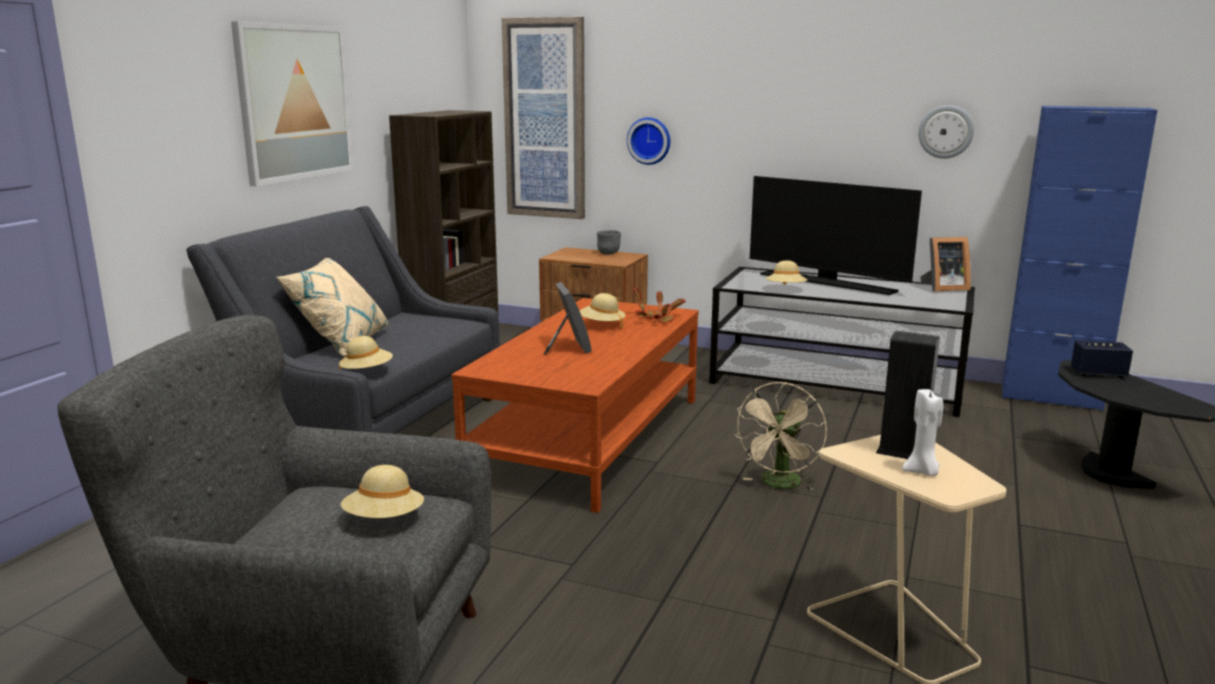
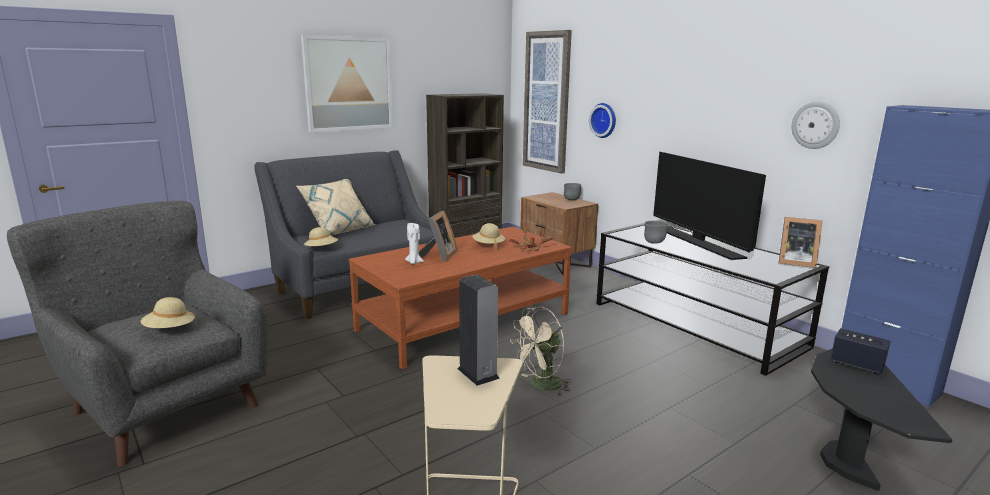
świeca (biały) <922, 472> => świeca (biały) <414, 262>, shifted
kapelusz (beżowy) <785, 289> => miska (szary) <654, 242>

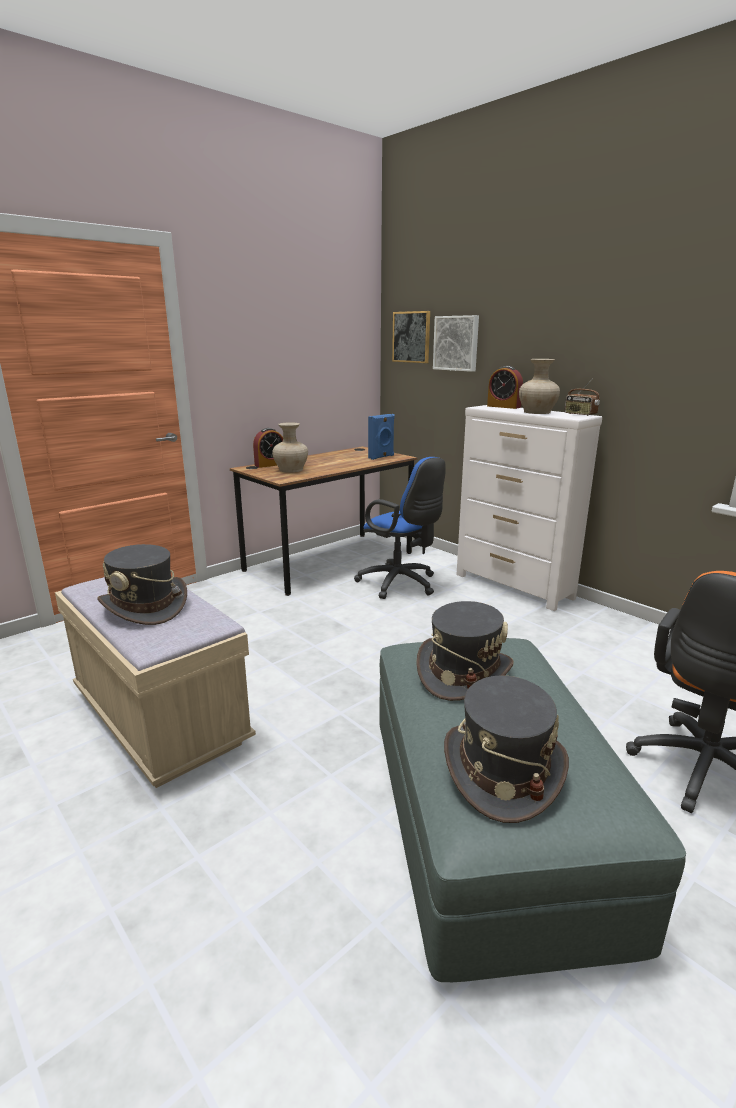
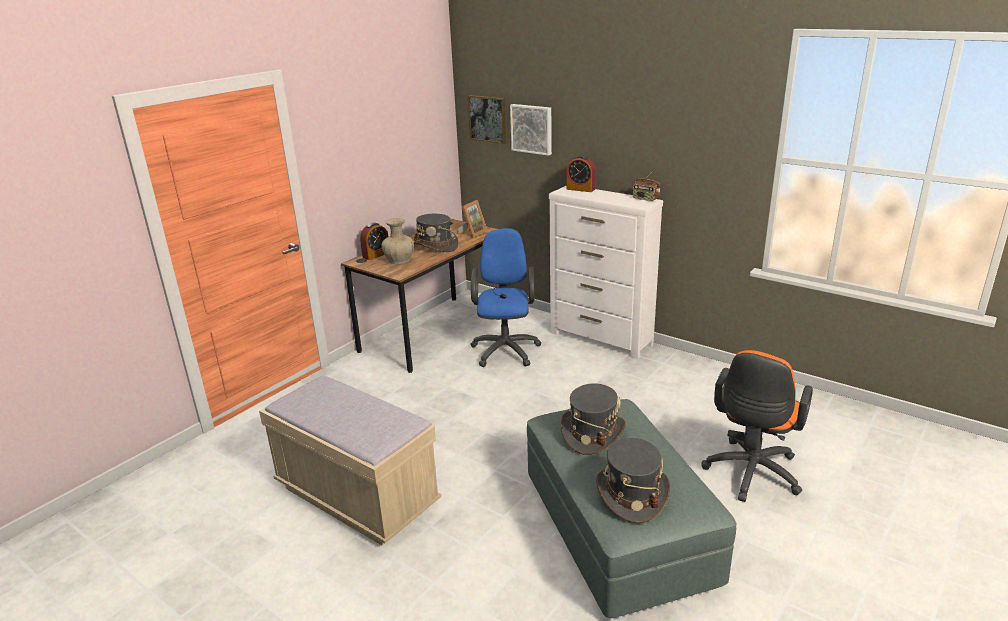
kapelusz (szary) <145, 606> => kapelusz (szary) <435, 246>, shifted
głośnik (niebieski) <381, 457> => ramka na zdjęcie <472, 233>
krzesło biurowe (niebieski) <401, 584> => krzesło biurowe (niebieski) <506, 349>, 120 degrees counterclockwise
wazon (beżowy) <536, 412> => nothing

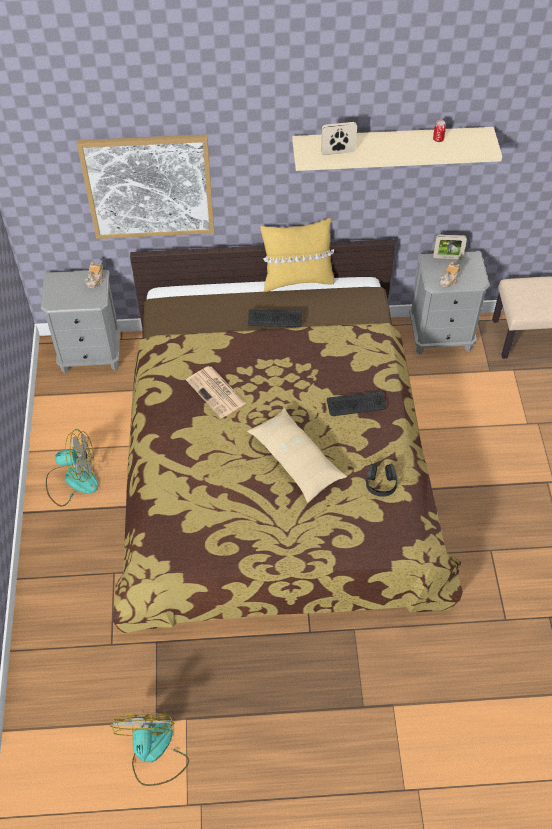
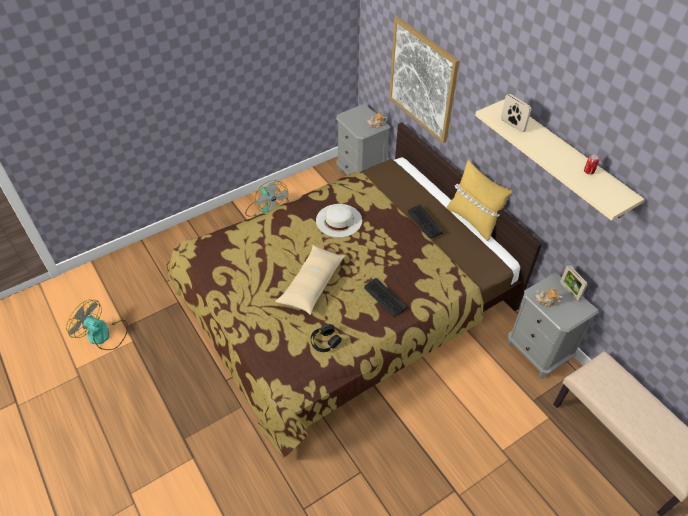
wentylator <153, 753> => wentylator <104, 335>, 120 degrees counterclockwise
gazeta <217, 392> => kapelusz (biały) <338, 220>

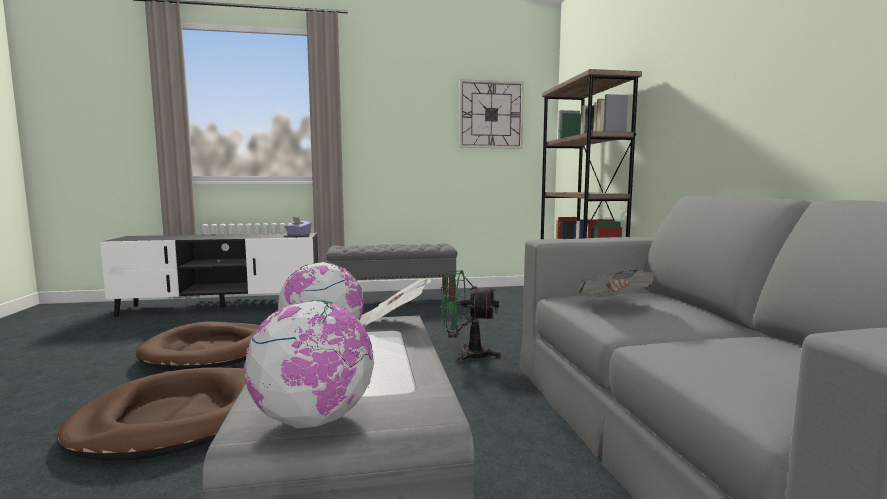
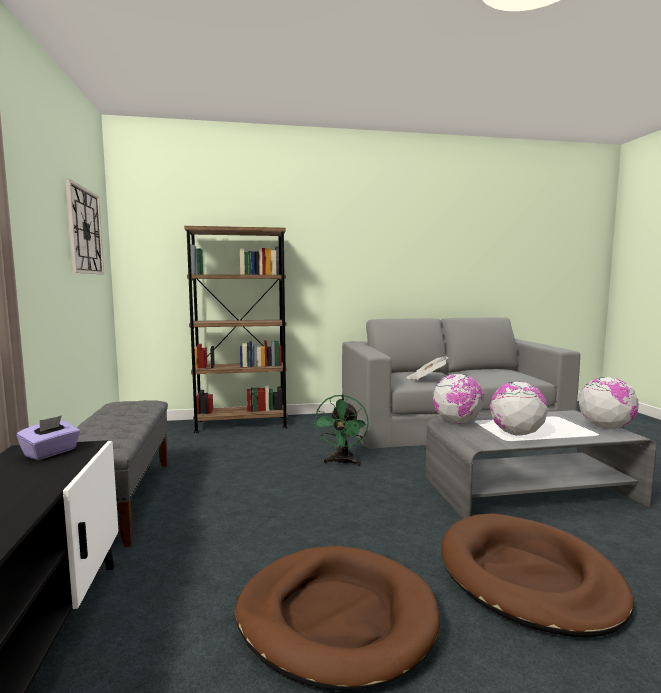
gazeta <391, 322> => globus <457, 422>

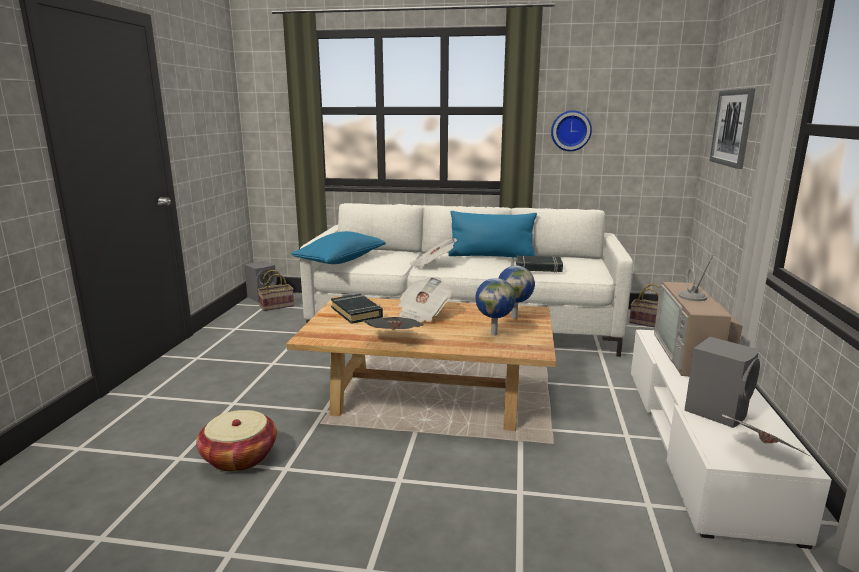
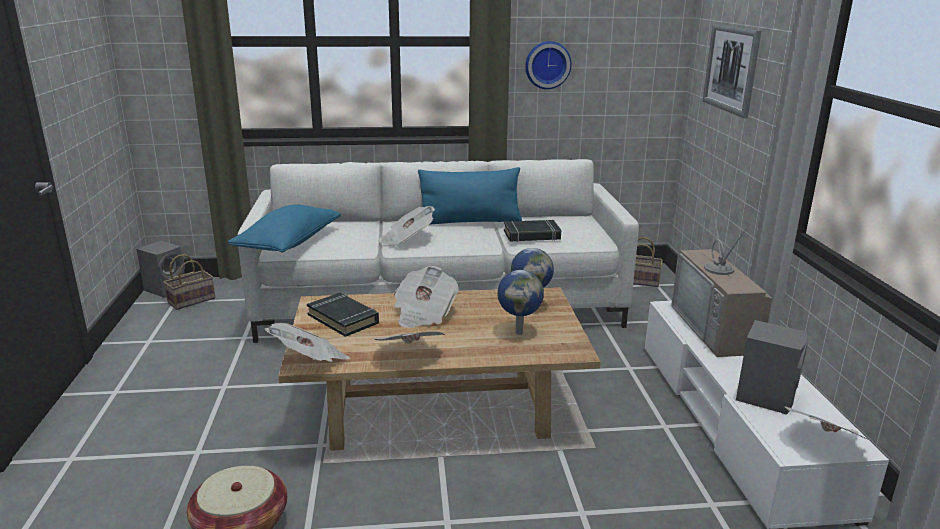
nothing => gazeta <310, 361>

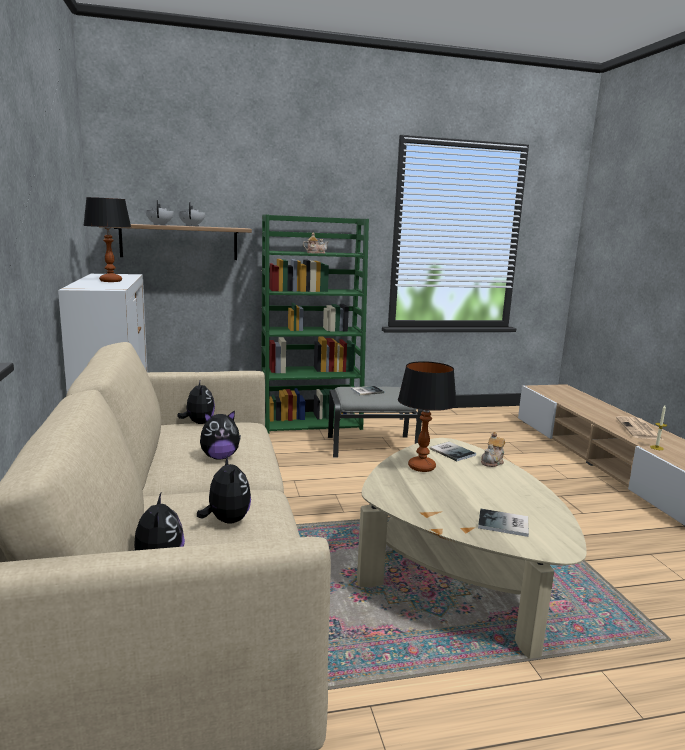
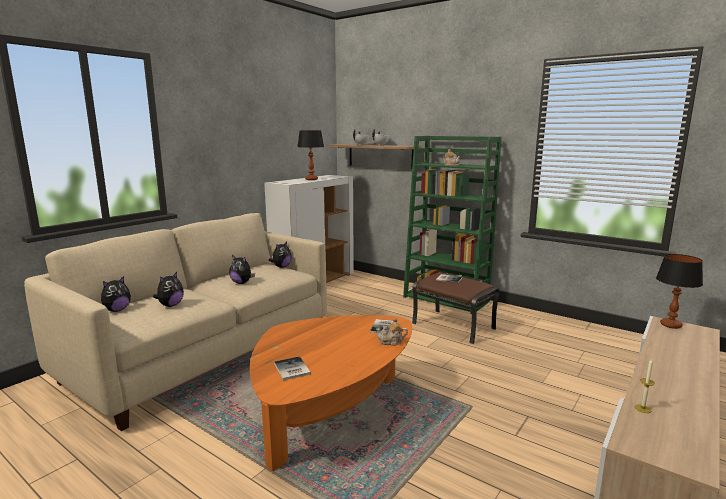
ława (beżowy) <457, 574> => ława (pomarańczowy) <331, 412>
pufa (szary) <372, 446> => pufa (brązowy) <454, 326>
lampa stołowa <422, 467> => lampa stołowa <671, 325>, shifted
gazeta <639, 429> => nothing

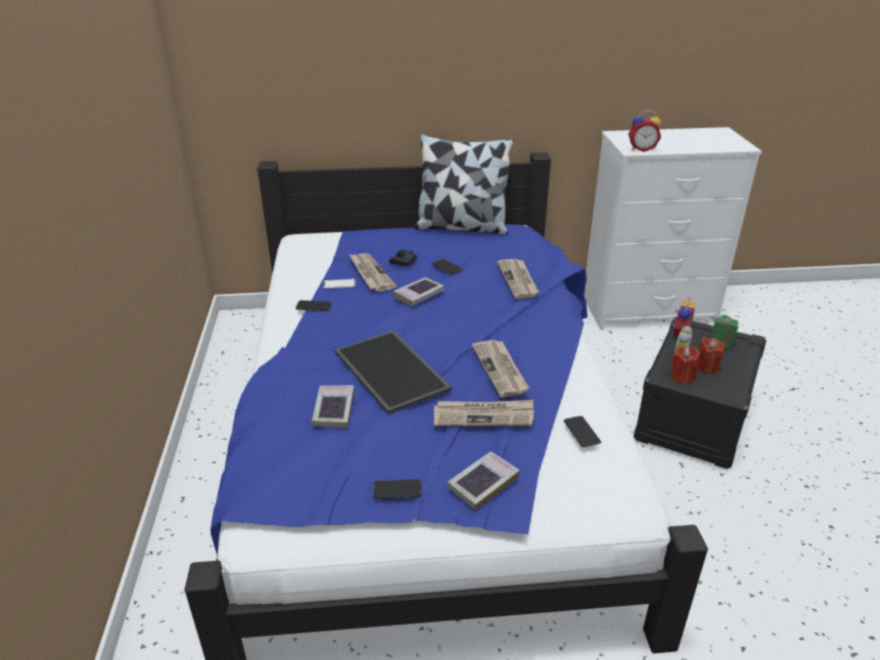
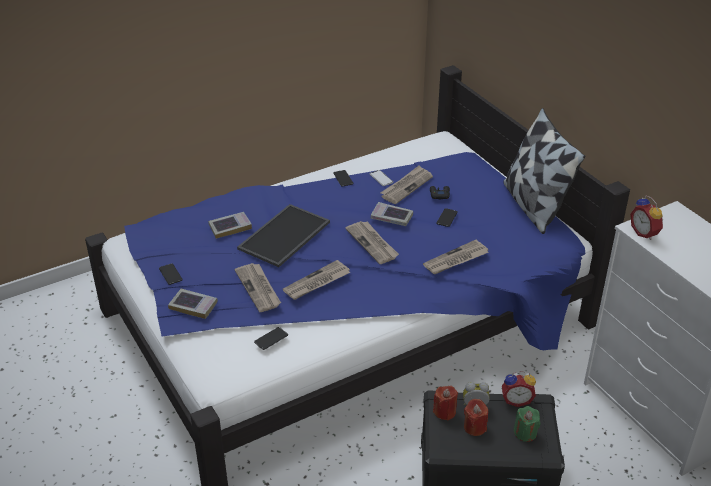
nothing => gazeta <373, 243>

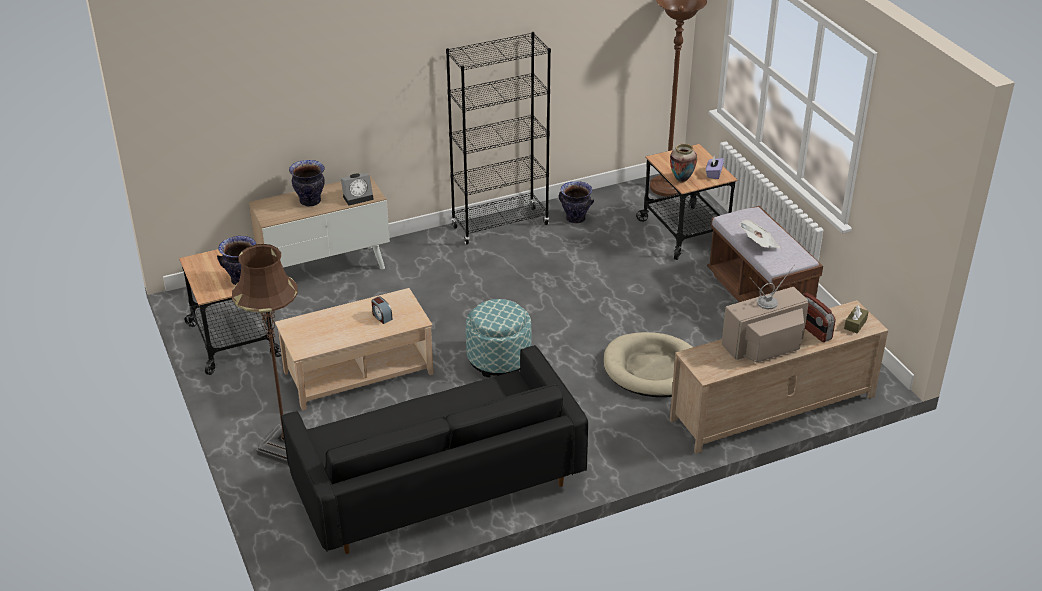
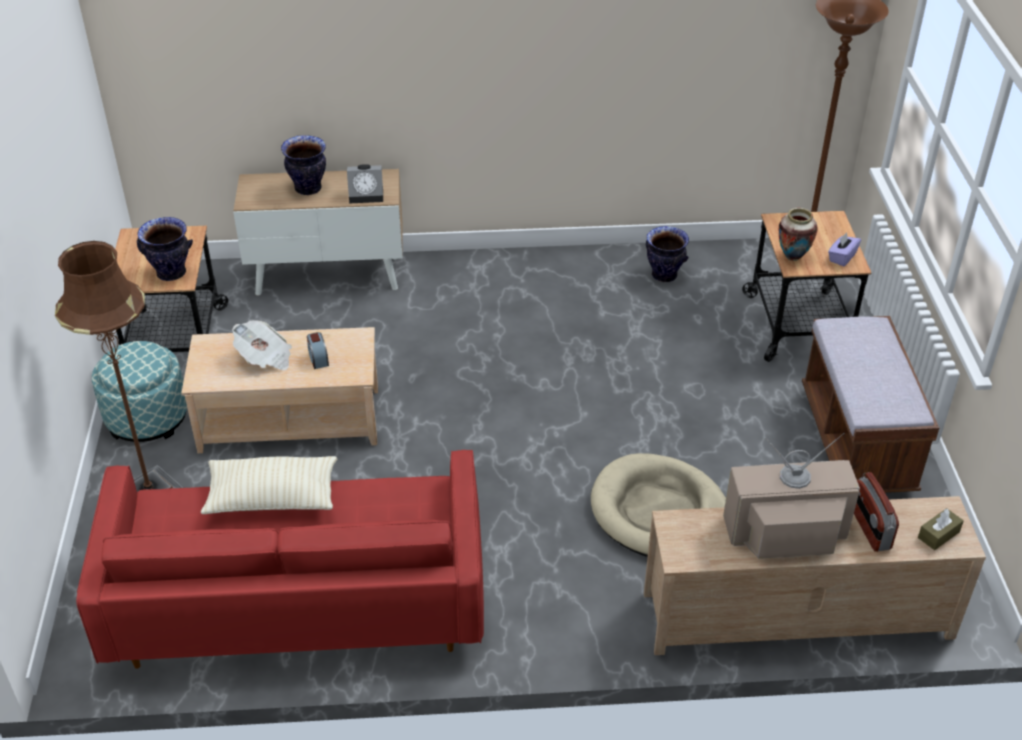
kanapa (czarny) <437, 482> => kanapa (czerwony) <298, 599>
pufa <499, 359> => pufa <147, 417>, shifted
nothing => poduszka (beżowy) <272, 498>
gazeta <758, 244> => gazeta <265, 358>, shifted
regał (czarny) <500, 226> => nothing

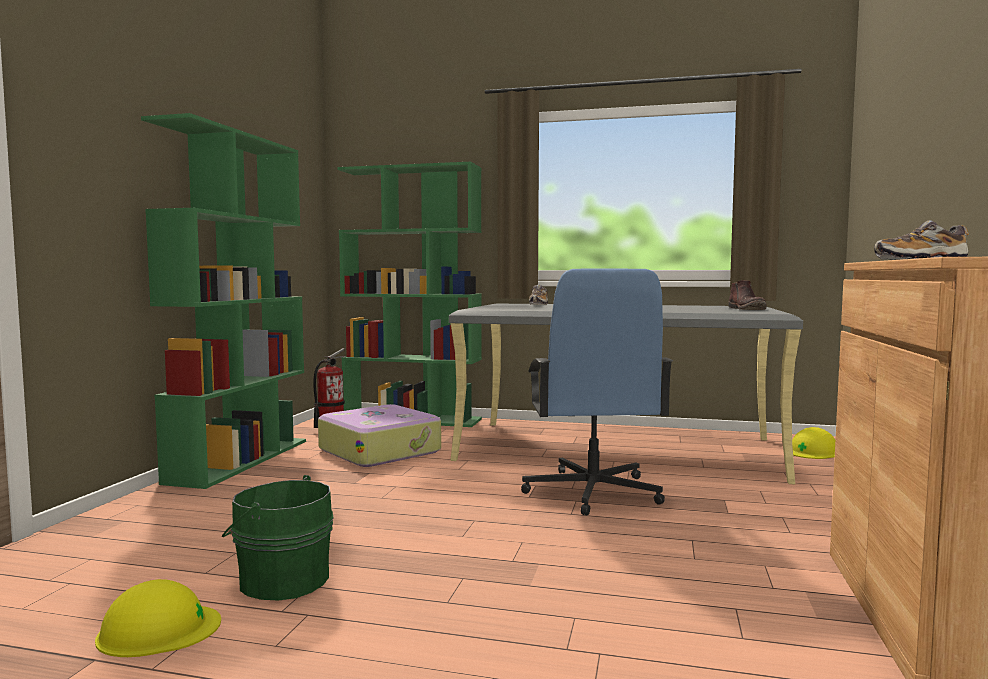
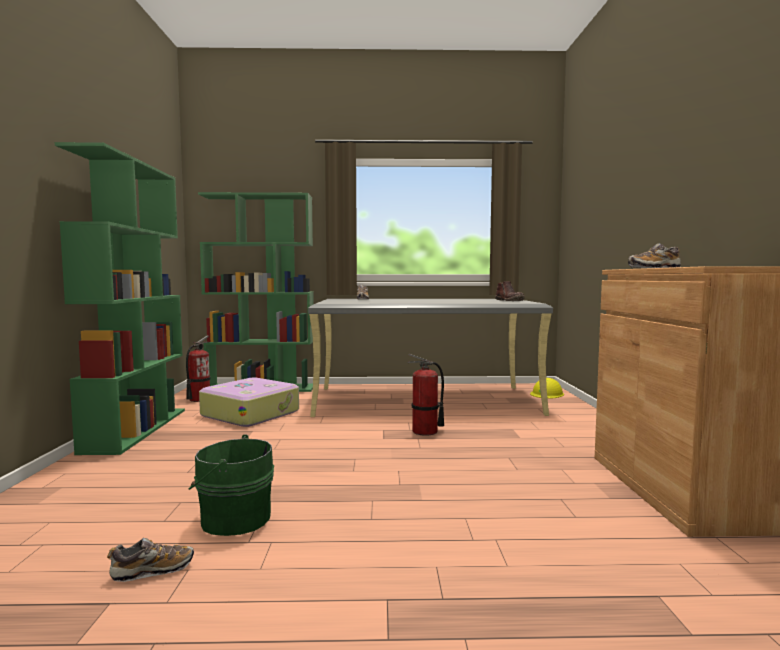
kask (żółty) <158, 630> => but <152, 571>
krzesło biurowe (niebieski) <592, 492> => gaśnica <425, 431>

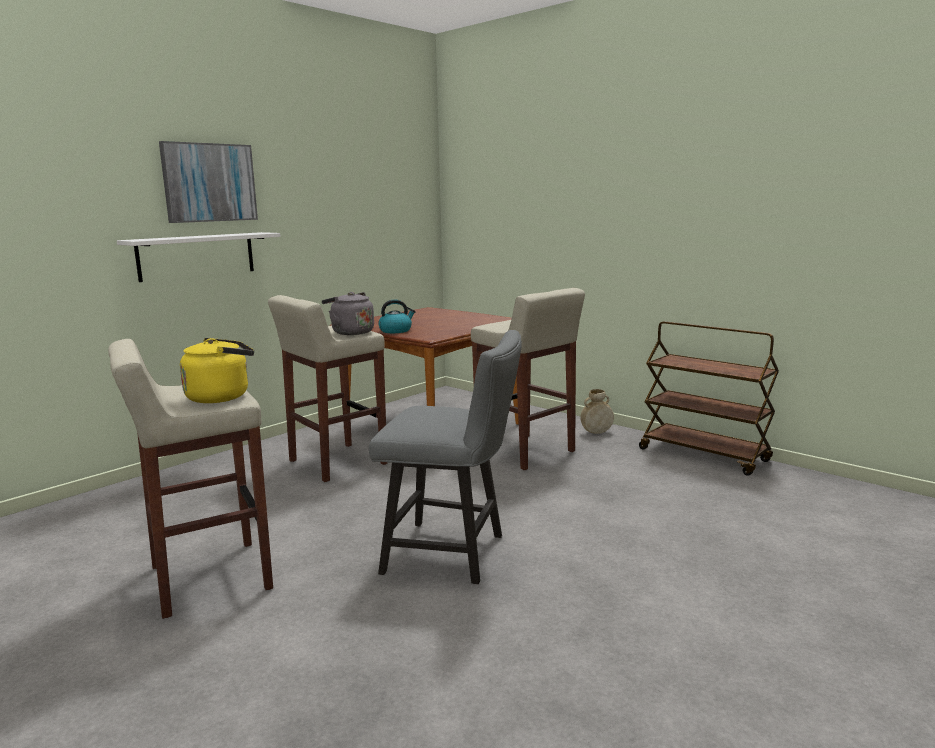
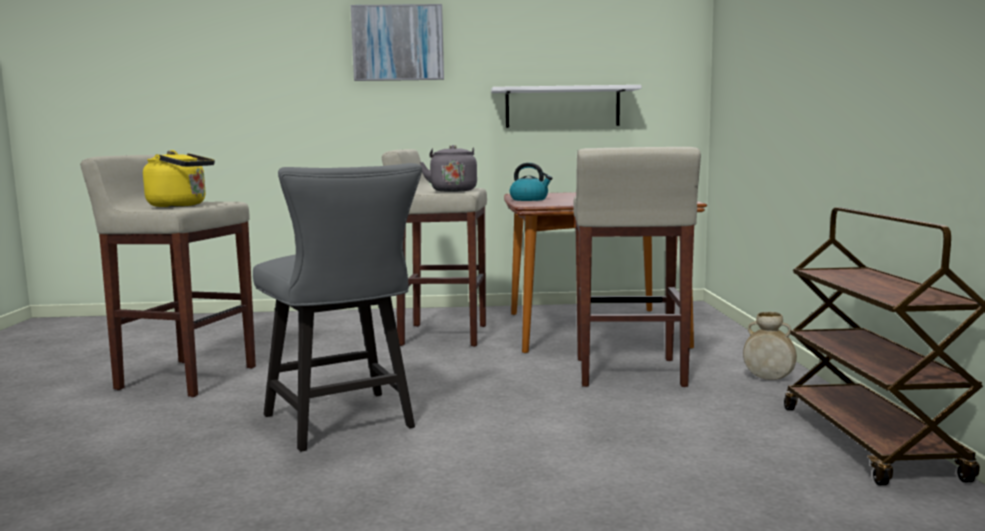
półka (biały) <197, 256> => półka (biały) <562, 107>, shifted

